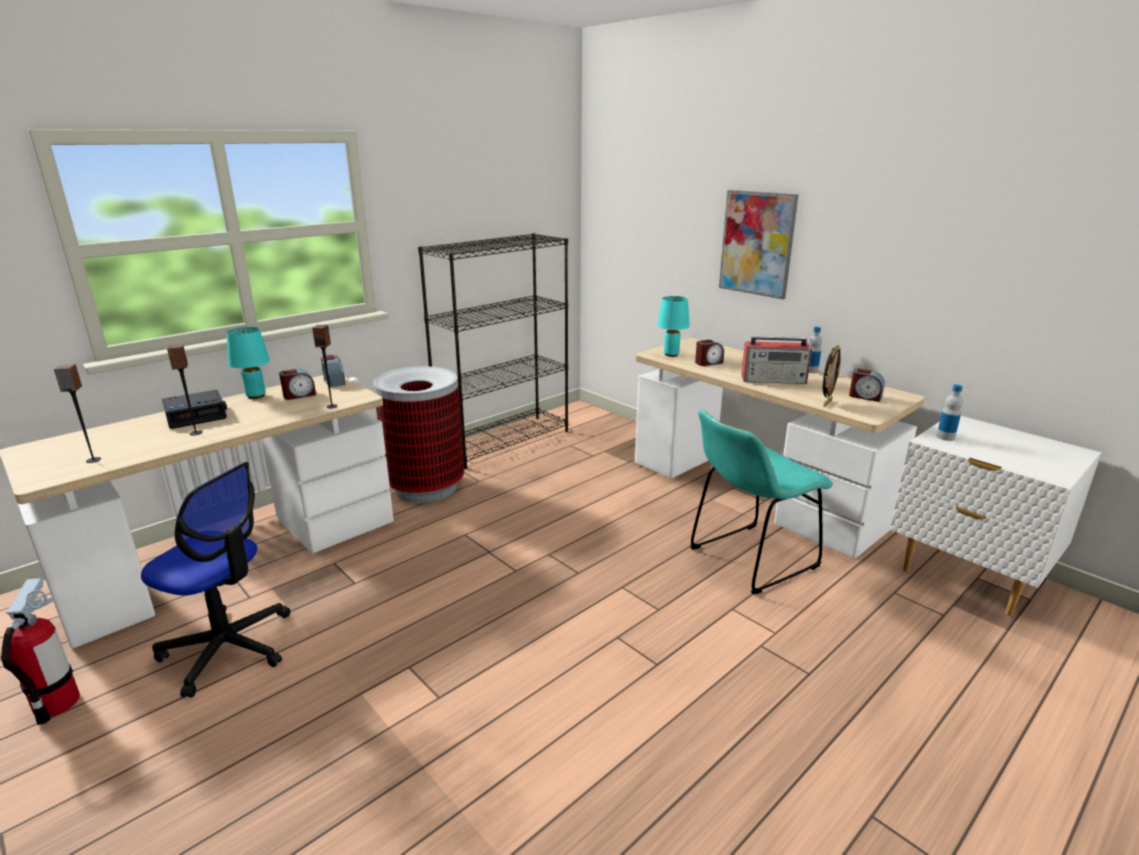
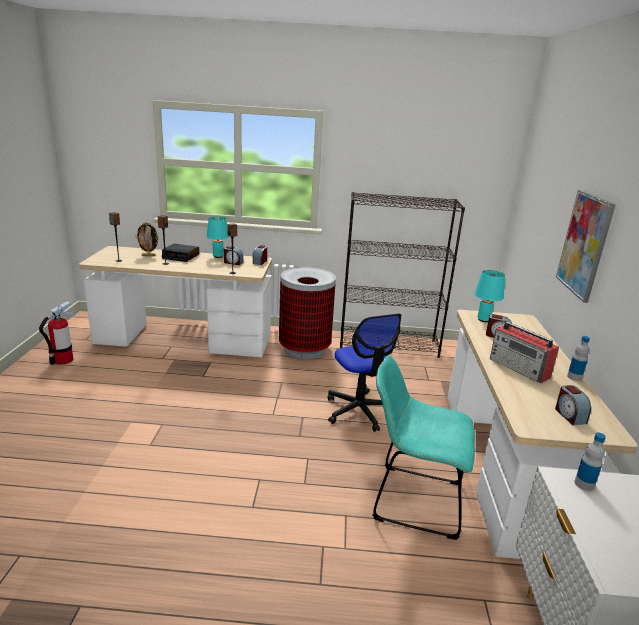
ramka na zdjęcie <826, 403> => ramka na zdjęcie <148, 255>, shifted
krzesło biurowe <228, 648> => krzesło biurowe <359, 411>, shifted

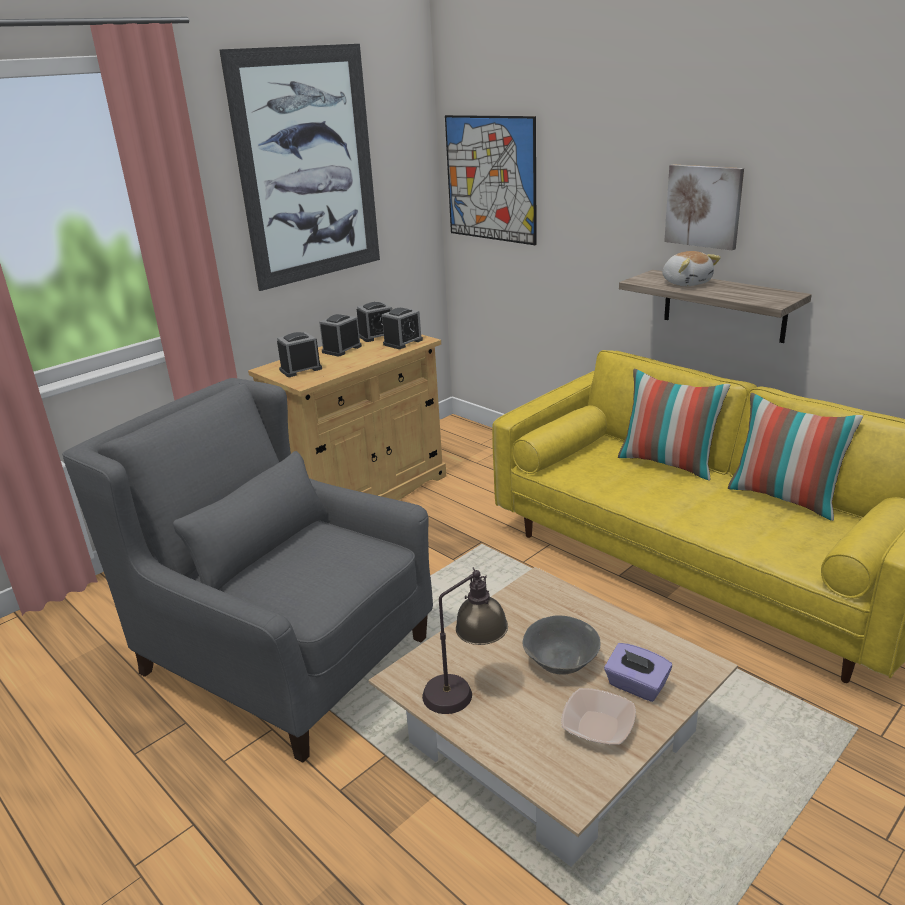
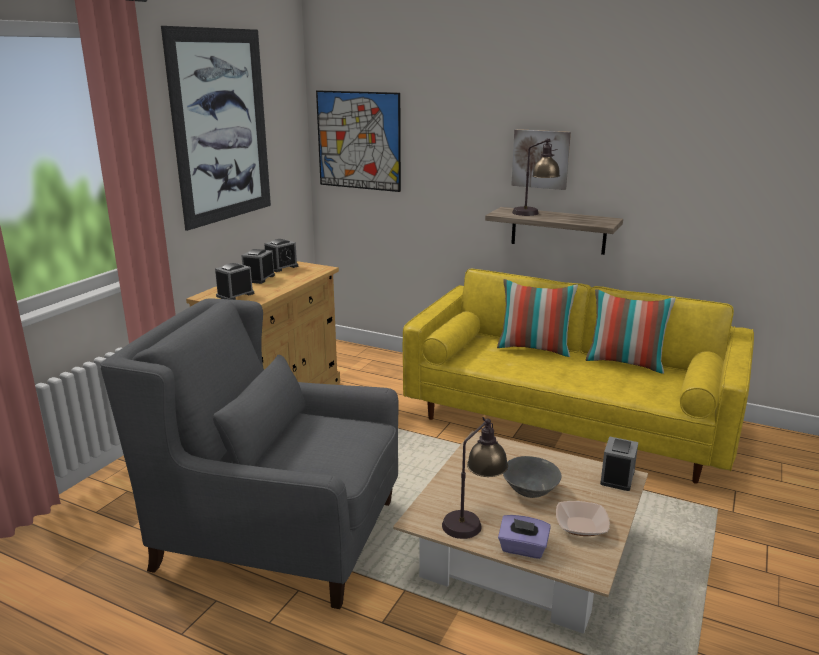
pudełko chusteczek (fioletowy) <636, 686> => pudełko chusteczek (fioletowy) <522, 549>, shifted
pluszak <686, 283> => lampa stołowa <534, 214>
budzik <403, 342> => budzik <617, 477>, shifted

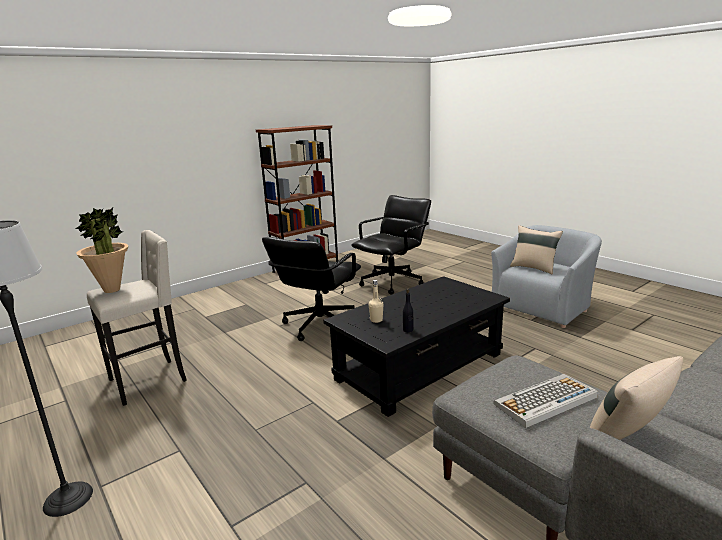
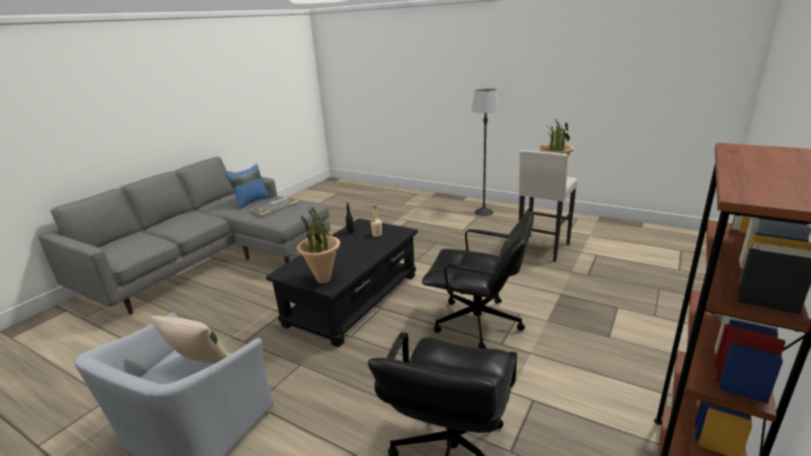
poduszka (beżowy) <626, 442> => poduszka (niebieski) <251, 202>
nothing => roślina doniczkowa <324, 280>
krzesło biurowe (czarny) <319, 325> => krzesło biurowe (czarny) <478, 324>, 105 degrees clockwise

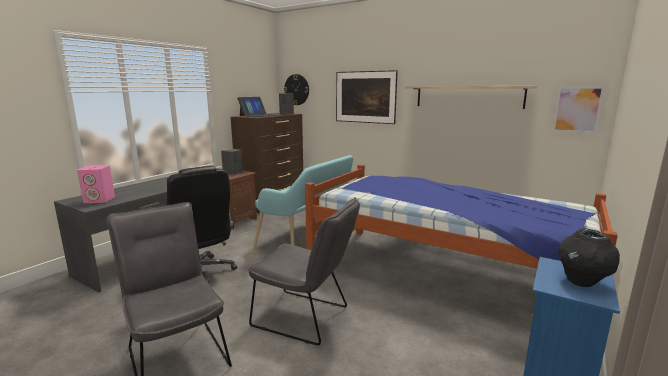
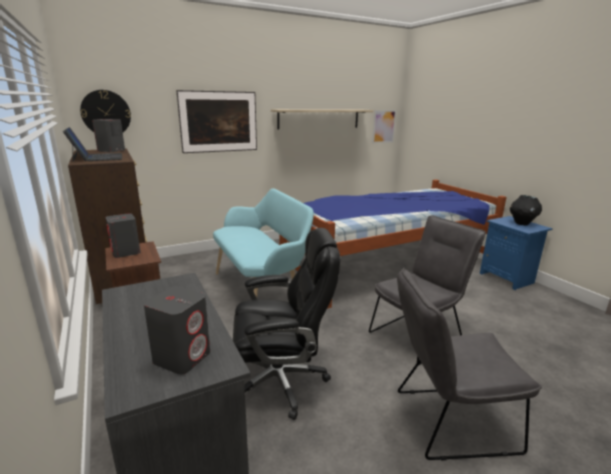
głośnik (różowy) <100, 200> => głośnik (szary) <182, 356>

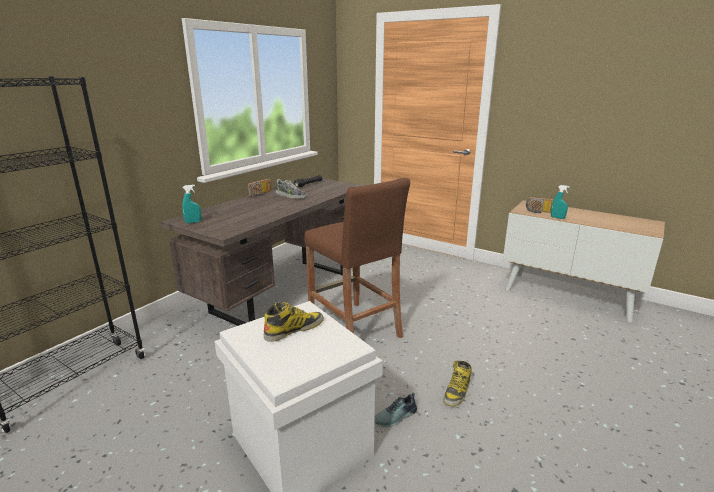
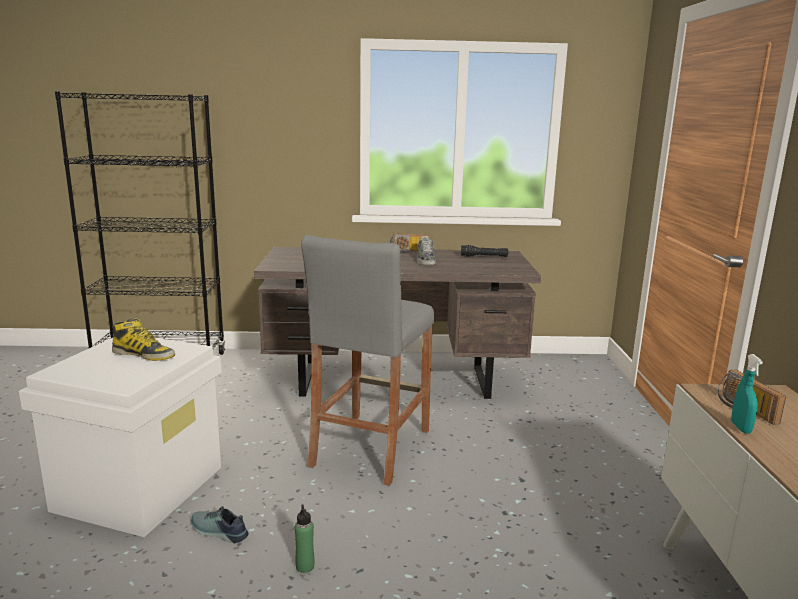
but z cholewką <457, 391> => butelka (zielony) <305, 566>
stołek (brązowy) <354, 328> => stołek (szary) <370, 447>
spryskiwacz (turkusowy) <193, 222> => nothing

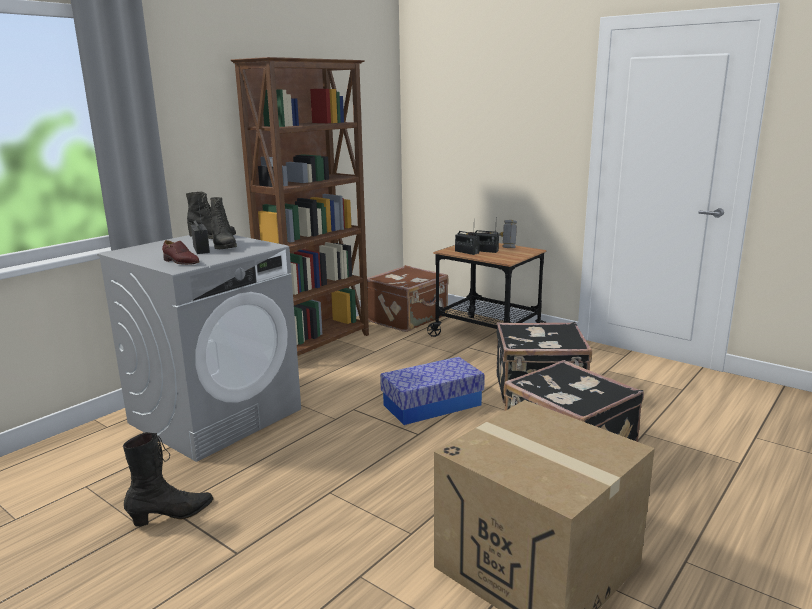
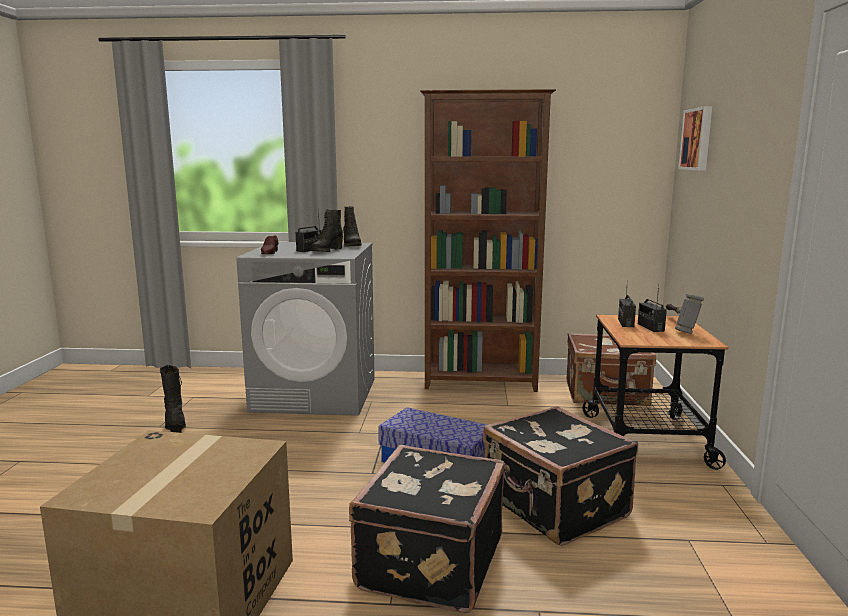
but z cholewką (czarny) <172, 515> => but z cholewką (czarny) <176, 430>, 135 degrees counterclockwise
nothing => obraz <698, 139>

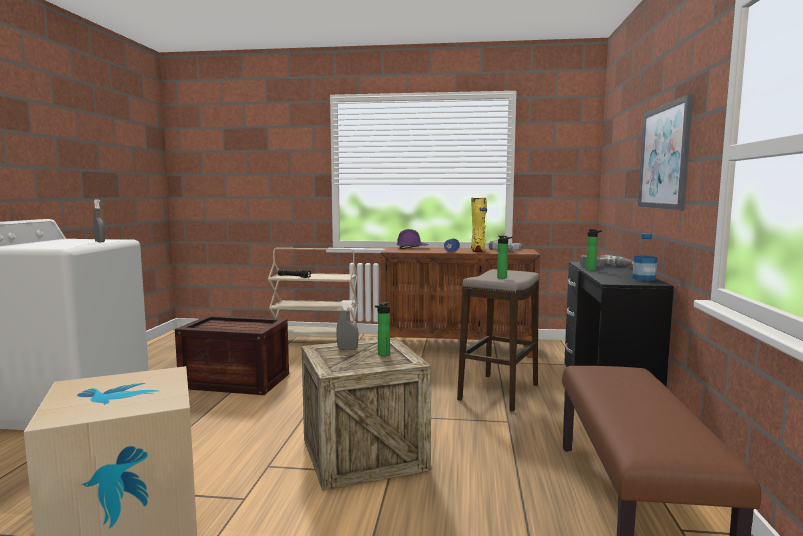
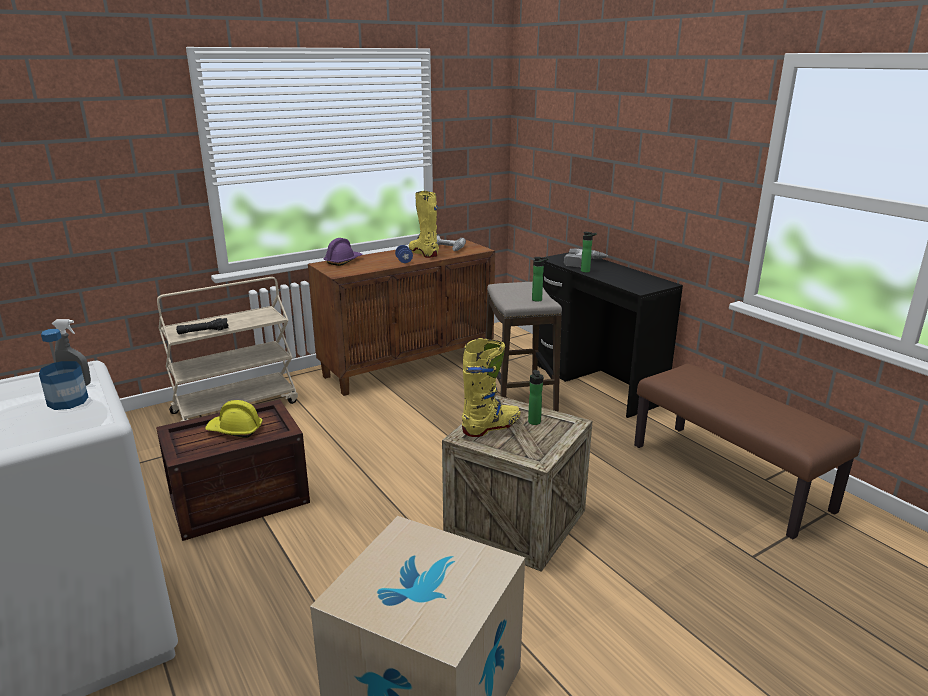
butelka <643, 278> => butelka <68, 401>, shifted
nothing => kask (żółty) <235, 430>
spryskiwacz (szary) <347, 349> => but z cholewką (żółty) <491, 427>
obraz <664, 157> => nothing

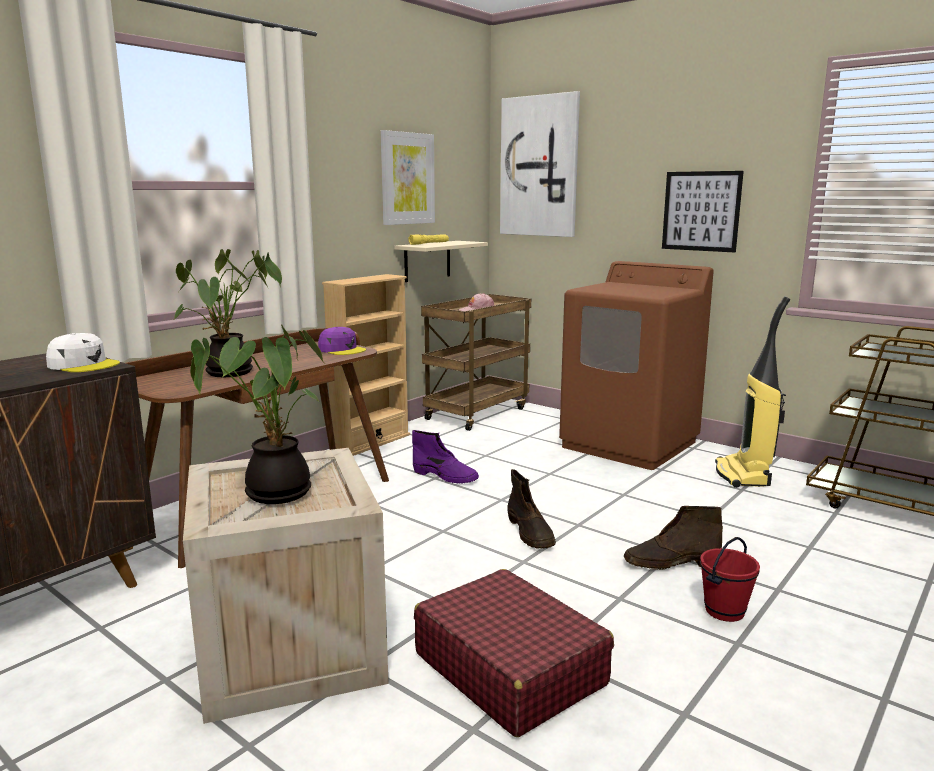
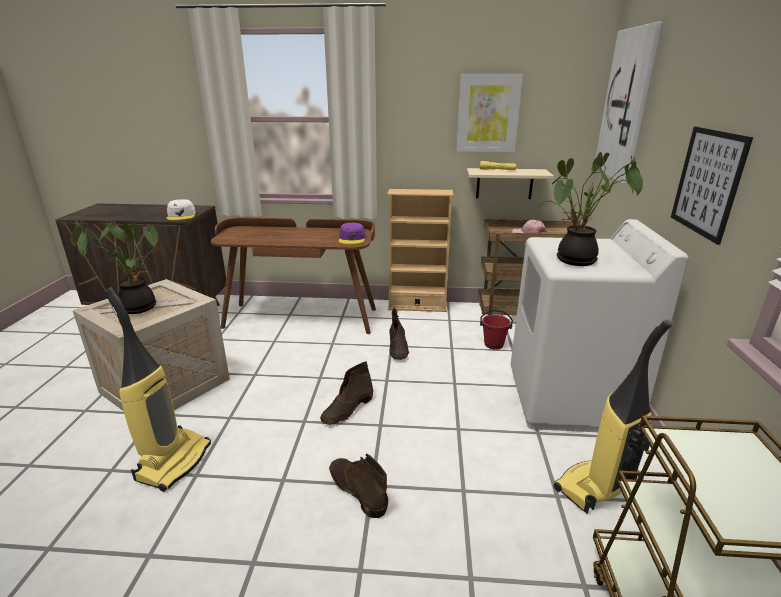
walizka (czerwony) <509, 668> => odkurzacz <173, 461>
but z cholewką (fioletowy) <445, 476> => but z cholewką (brązowy) <398, 348>
wiadro (czerwony) <723, 611> => wiadro (czerwony) <493, 344>, shifted
pralka (brązowy) <630, 444> => pralka (biały) <569, 399>
roślina doniczkowa <230, 373> => roślina doniczkowa <575, 261>, shifted

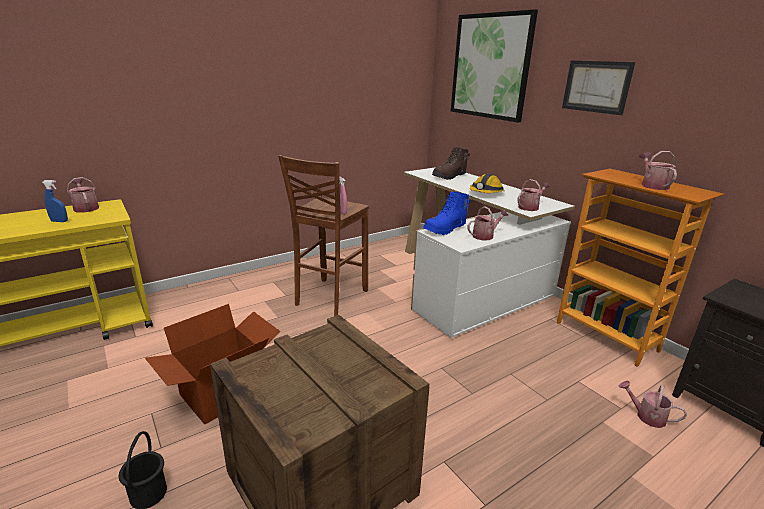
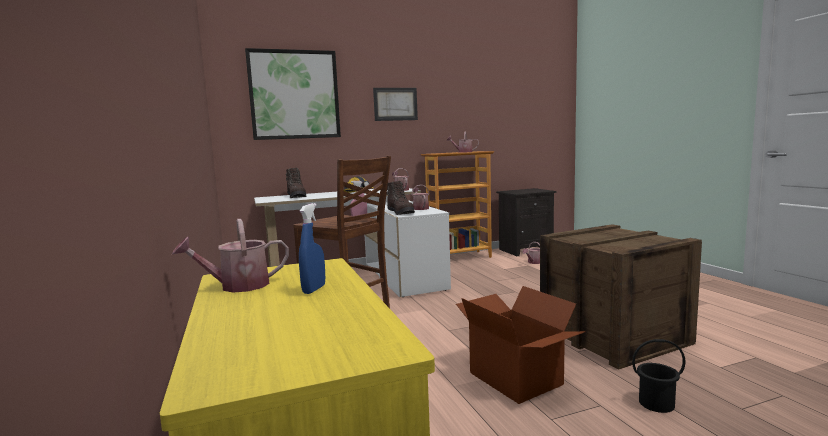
but z cholewką (niebieski) <445, 229> => but z cholewką (brązowy) <401, 213>

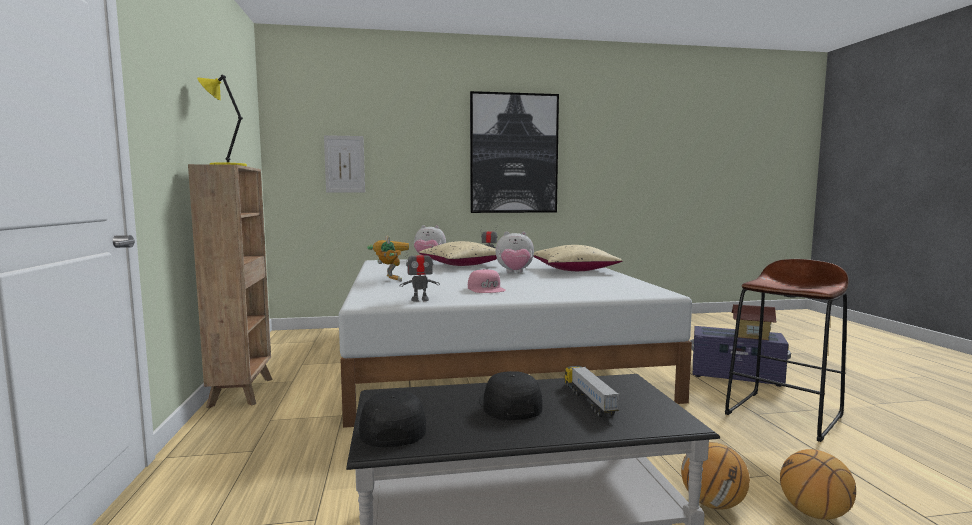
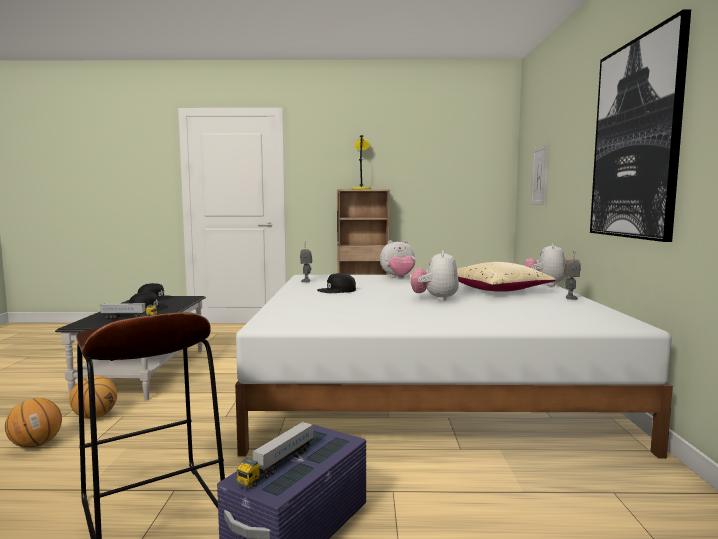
domek <751, 336> => ciężarówka zabawkowa <277, 465>
czapka z daszkiem (różowy) <487, 289> => czapka z daszkiem (czarny) <337, 290>
robot zabawkowy <389, 279> => pluszak <398, 278>
poduszka (beżowy) <574, 270> => nothing

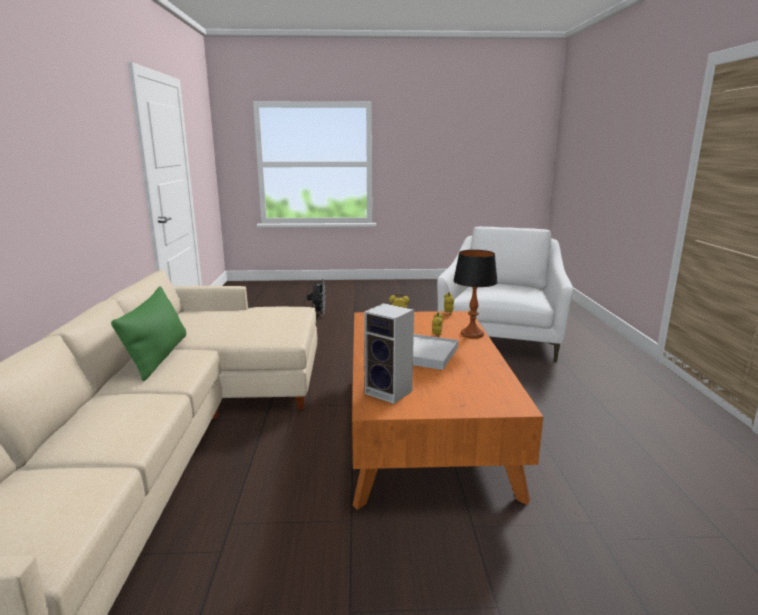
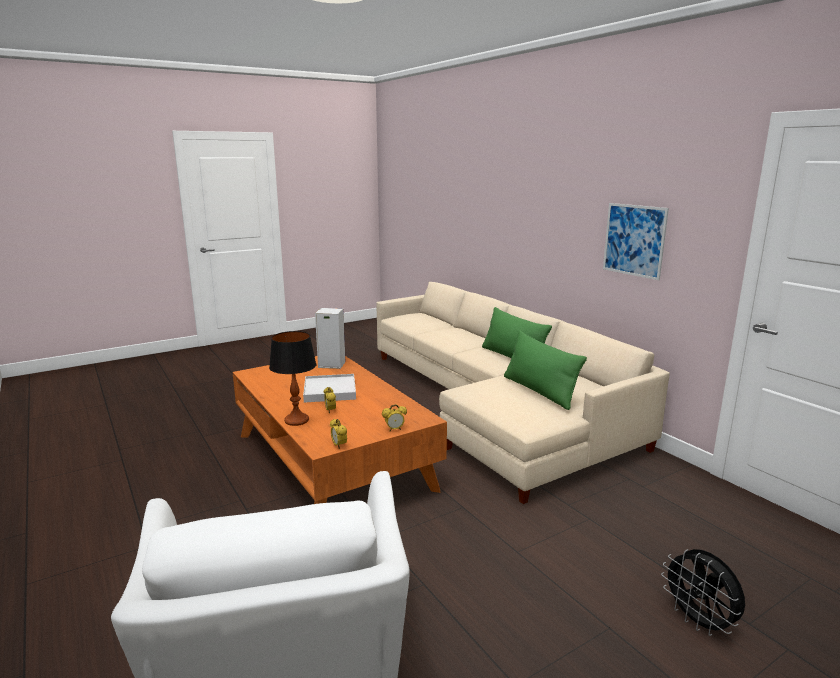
nothing => poduszka (zielony) <539, 391>
nothing => obraz <634, 240>

